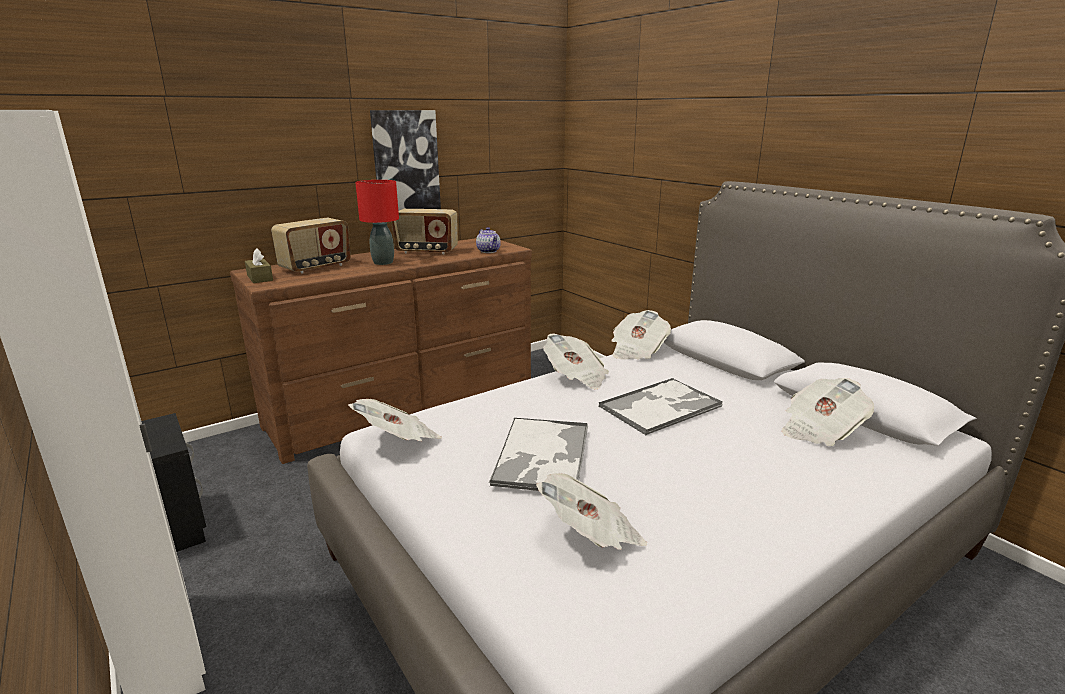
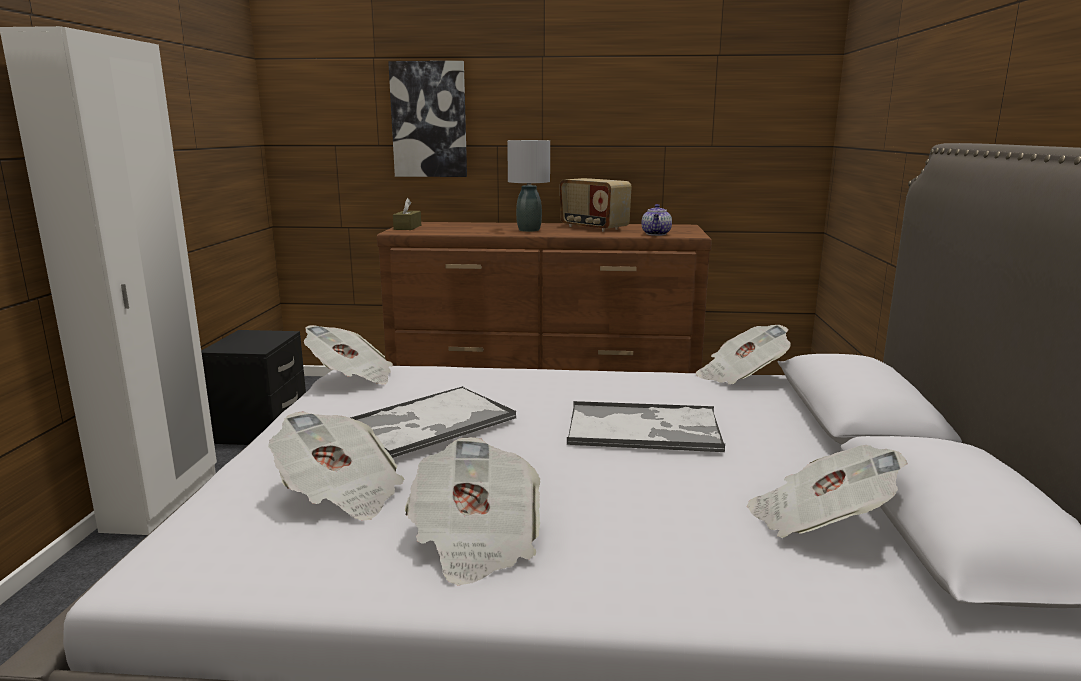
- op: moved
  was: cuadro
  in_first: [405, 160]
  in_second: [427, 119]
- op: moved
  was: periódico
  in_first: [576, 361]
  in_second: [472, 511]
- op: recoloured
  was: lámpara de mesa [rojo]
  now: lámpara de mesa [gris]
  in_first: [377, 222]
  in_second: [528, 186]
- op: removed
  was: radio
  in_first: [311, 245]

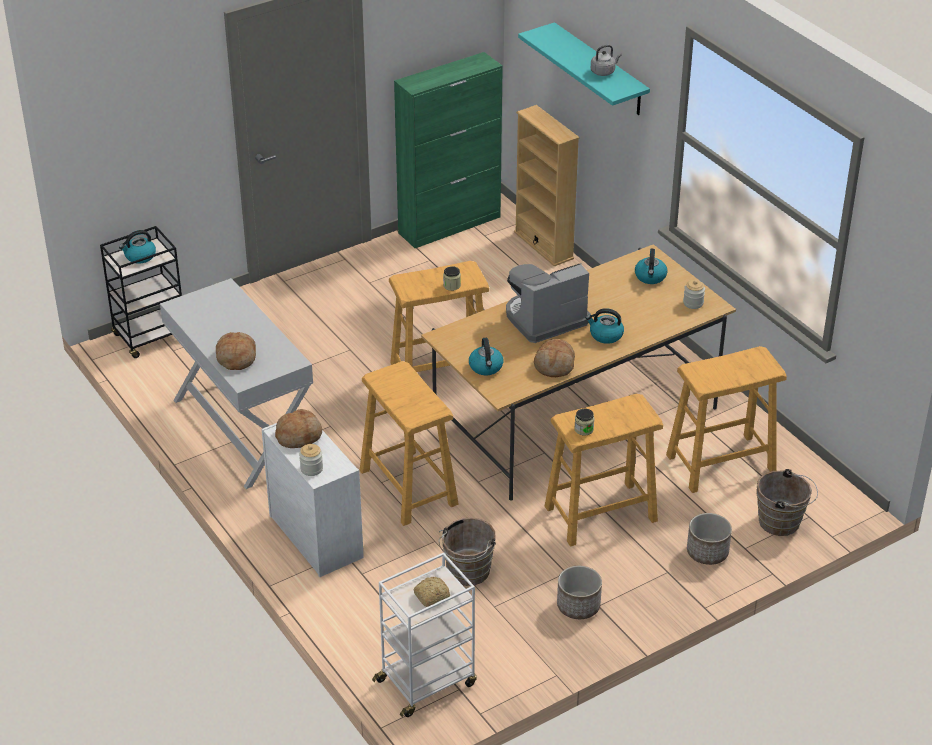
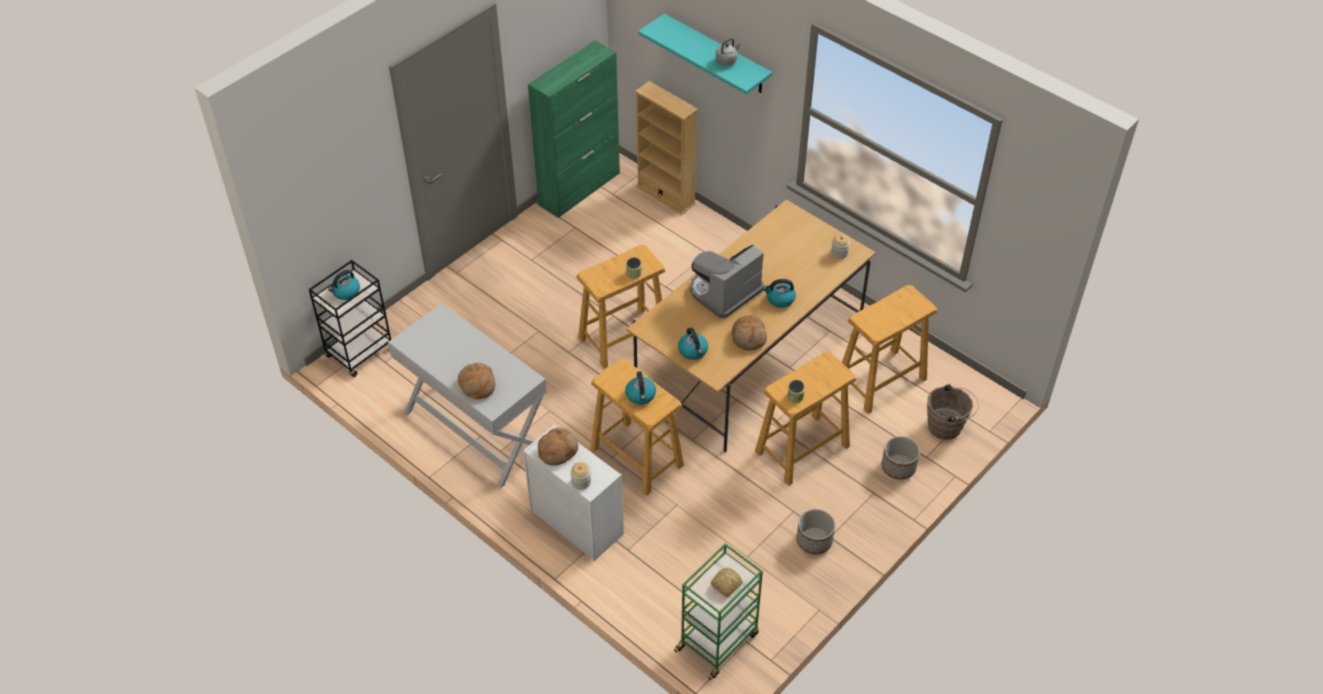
- op: moved
  was: hervidor
  in_first: [651, 266]
  in_second: [640, 388]
- op: recoloured
  was: carrito [blanco]
  now: carrito [verde]
  in_first: [424, 635]
  in_second: [718, 611]
- op: removed
  was: cubo [marrón]
  in_first: [467, 551]

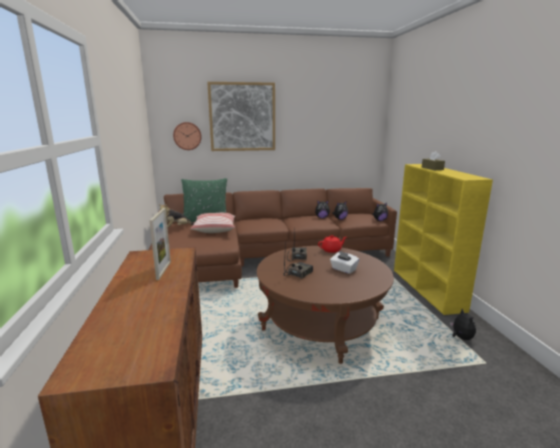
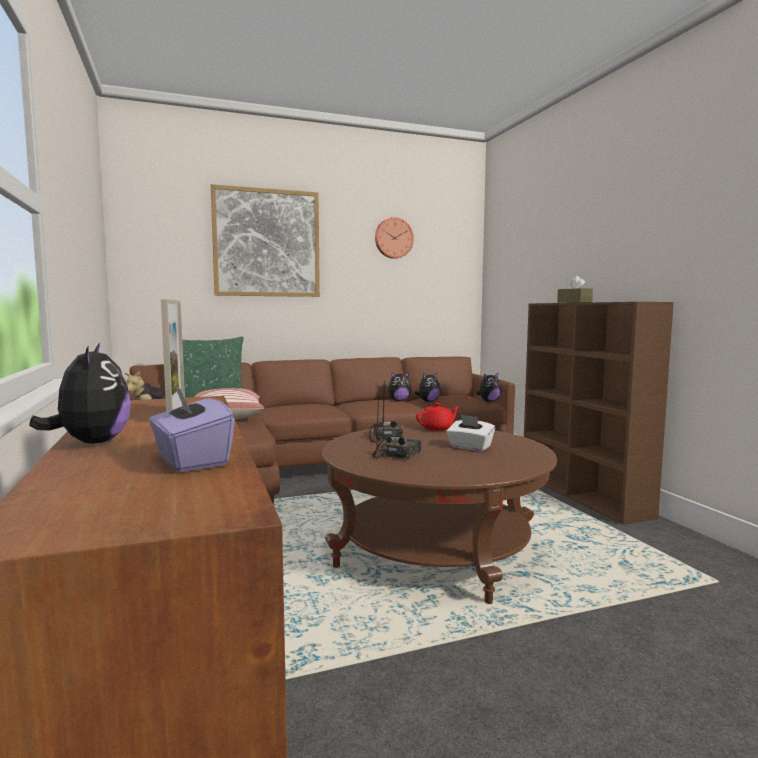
- op: moved
  was: peluche
  in_first: [463, 324]
  in_second: [80, 393]
- op: added
  now: caja de pañuelos [morado]
  in_second: [192, 427]
- op: moved
  was: reloj de pared
  in_first: [187, 136]
  in_second: [394, 238]
- op: recoloured
  was: estantería [amarillo]
  now: estantería [marrón]
  in_first: [443, 239]
  in_second: [599, 413]

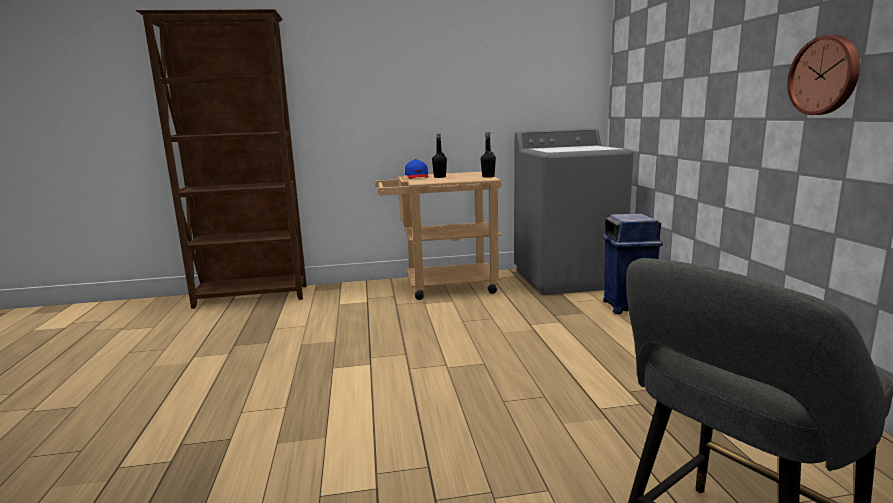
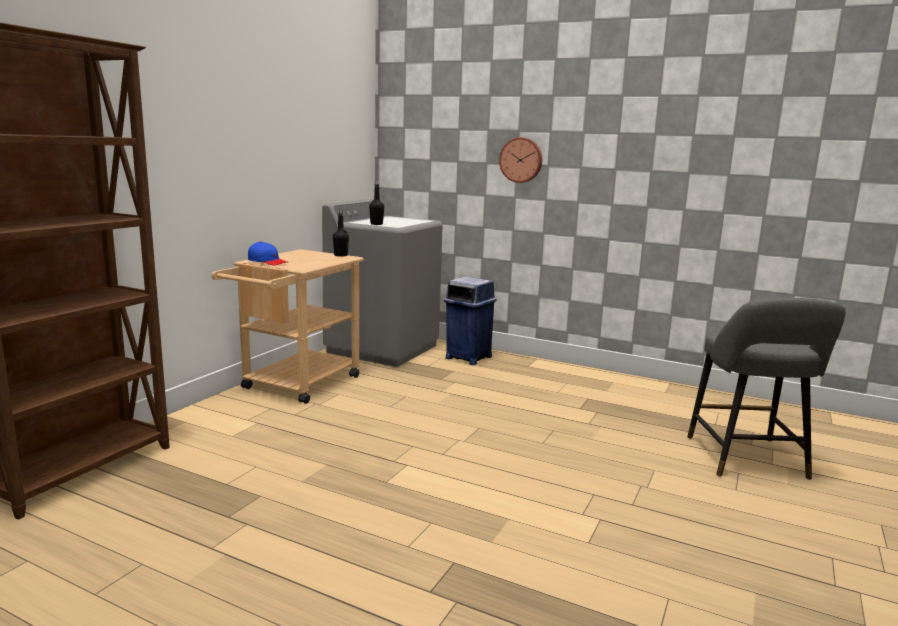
- op: moved
  was: botella [negro]
  in_first: [439, 156]
  in_second: [376, 202]
- op: moved
  was: reloj de pared
  in_first: [824, 75]
  in_second: [520, 160]

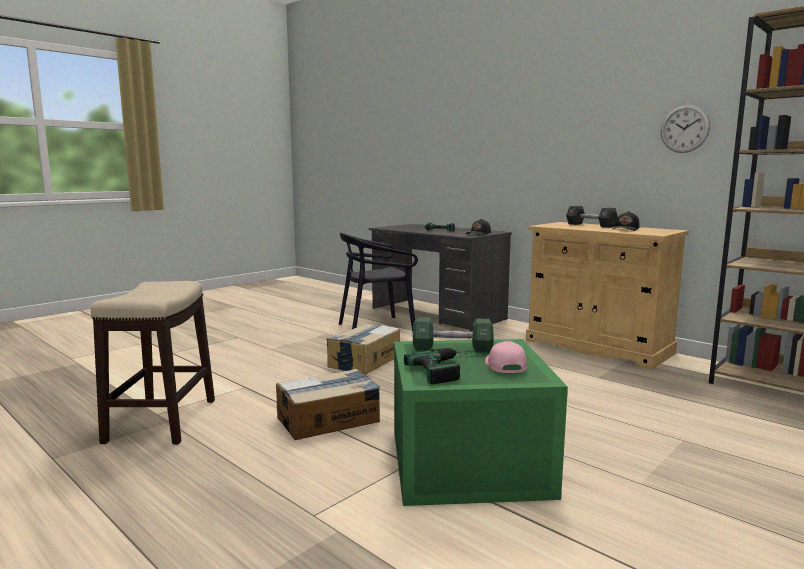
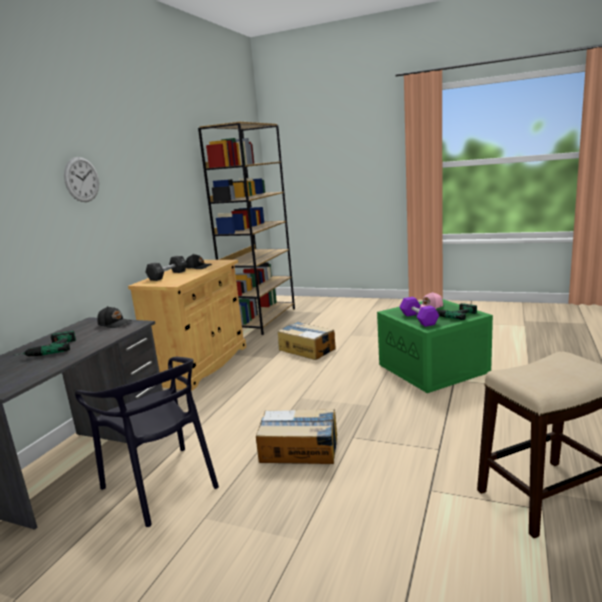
- op: moved
  was: reloj de pared
  in_first: [685, 129]
  in_second: [81, 179]
- op: moved
  was: caja de cartón
  in_first: [328, 404]
  in_second: [307, 341]
- op: recoloured
  was: mancuerna [verde]
  now: mancuerna [morado]
  in_first: [453, 334]
  in_second: [419, 312]

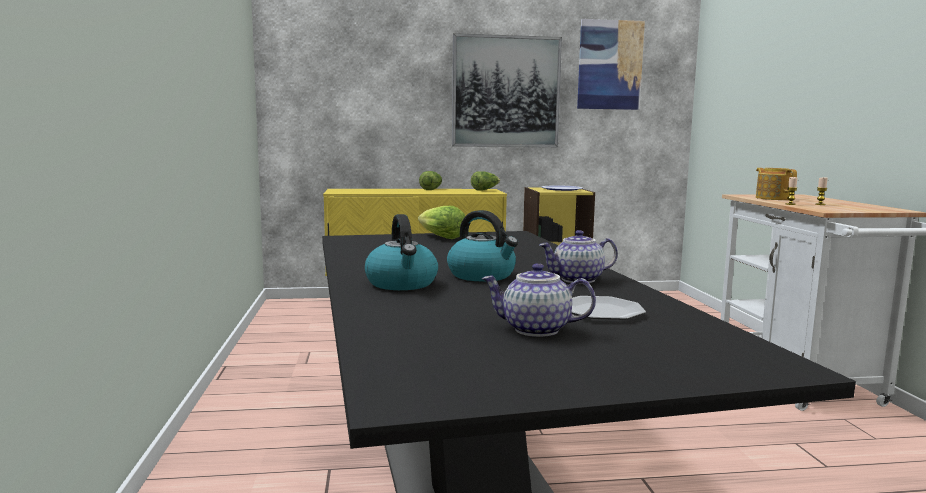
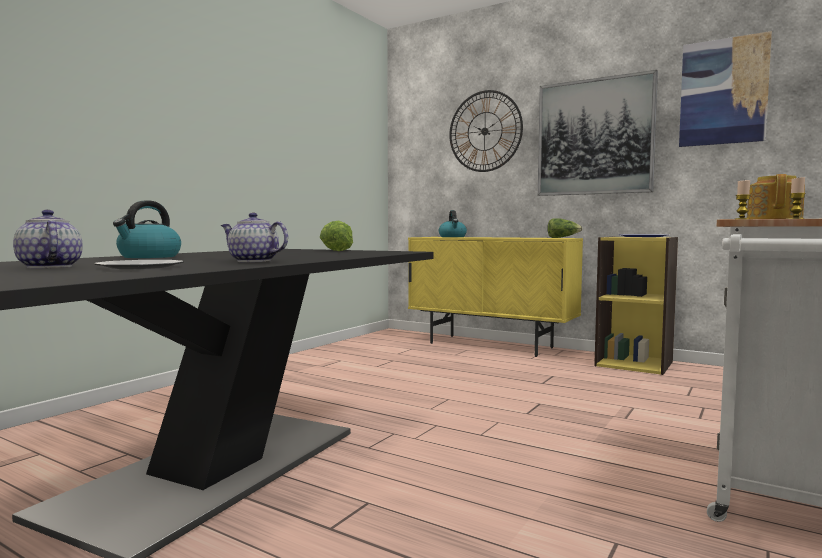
- op: moved
  was: hervidor
  in_first: [482, 246]
  in_second: [453, 223]
- op: added
  now: reloj de pared
  in_second: [486, 131]
- op: removed
  was: lechuga
  in_first: [430, 180]

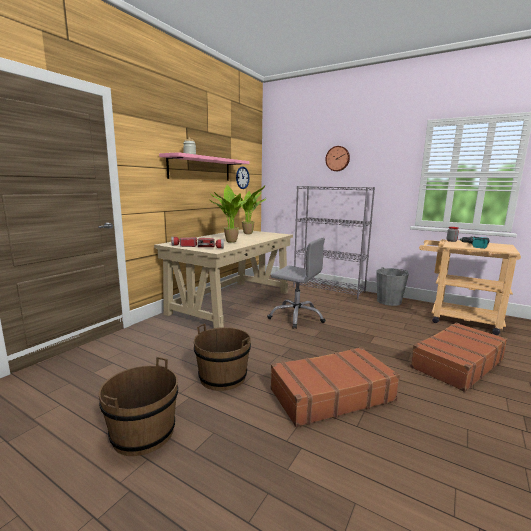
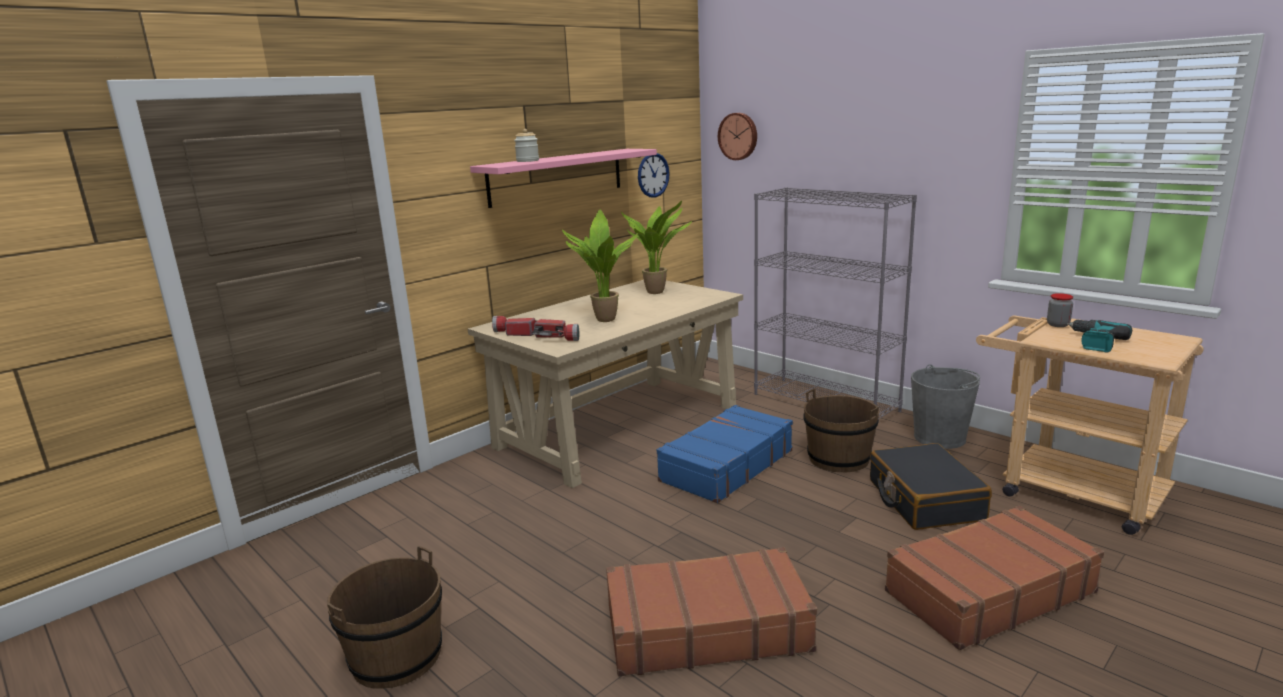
- op: replaced
  was: silla de oficina [gris]
  now: maleta [azul]
  in_first: [296, 283]
  in_second: [725, 454]
- op: moved
  was: reloj de pared
  in_first: [337, 158]
  in_second: [737, 136]
- op: moved
  was: cubo [marrón]
  in_first: [222, 357]
  in_second: [841, 430]
- op: added
  now: maleta [negro]
  in_second: [931, 486]

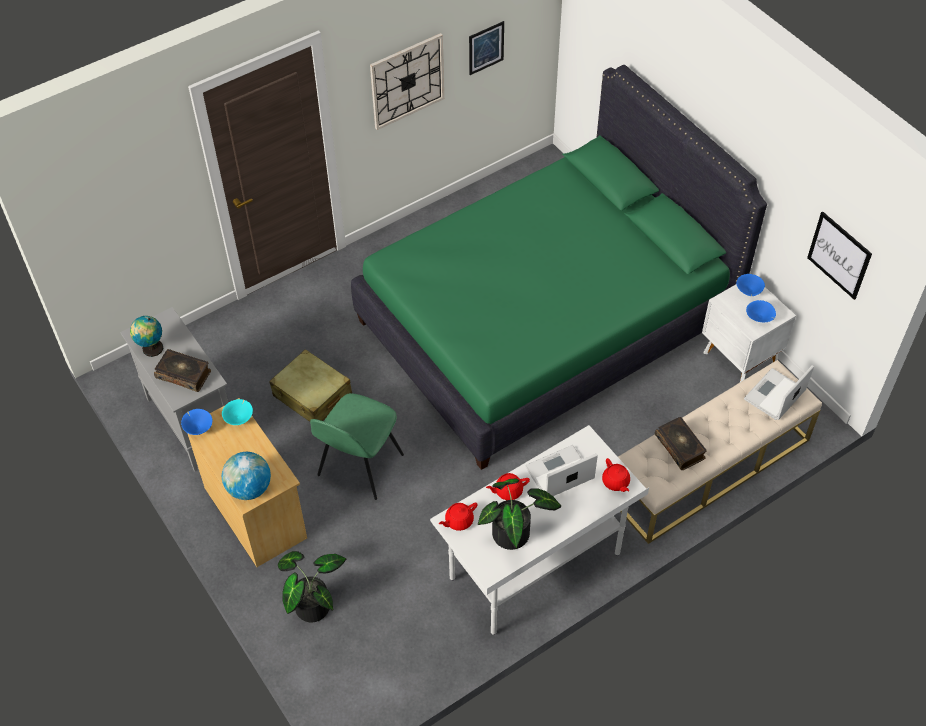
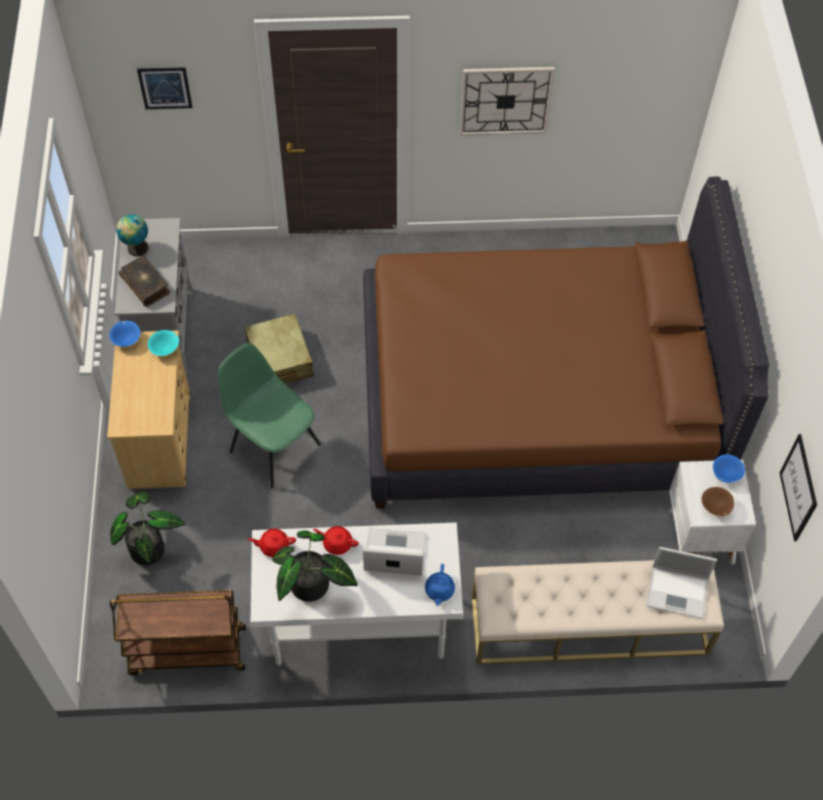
- op: added
  now: carrito [marrón]
  in_second: [178, 633]
- op: moved
  was: cuadro
  in_first: [486, 48]
  in_second: [164, 88]
- op: turned
  was: silla [verde]
  in_first: [357, 446]
  in_second: [269, 415]
  clockwise: 75
- op: recoloured
  was: cama [verde]
  now: cama [marrón]
  in_first: [559, 267]
  in_second: [566, 343]
- op: recoloured
  was: tetera [rojo]
  now: tetera [azul]
  in_first: [616, 475]
  in_second: [440, 585]
- op: turned
  was: portátil
  in_first: [779, 392]
  in_second: [681, 583]
  clockwise: -150
- op: recoloured
  was: cuenco [azul]
  now: cuenco [marrón]
  in_first: [761, 311]
  in_second: [718, 501]
- op: removed
  was: globo terráqueo
  in_first: [246, 476]
- op: removed
  was: libro
  in_first: [681, 443]

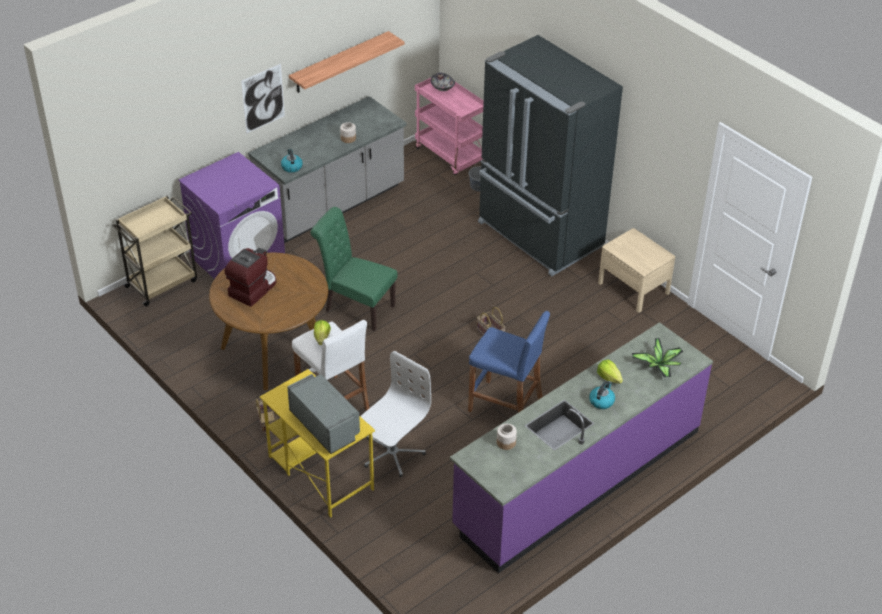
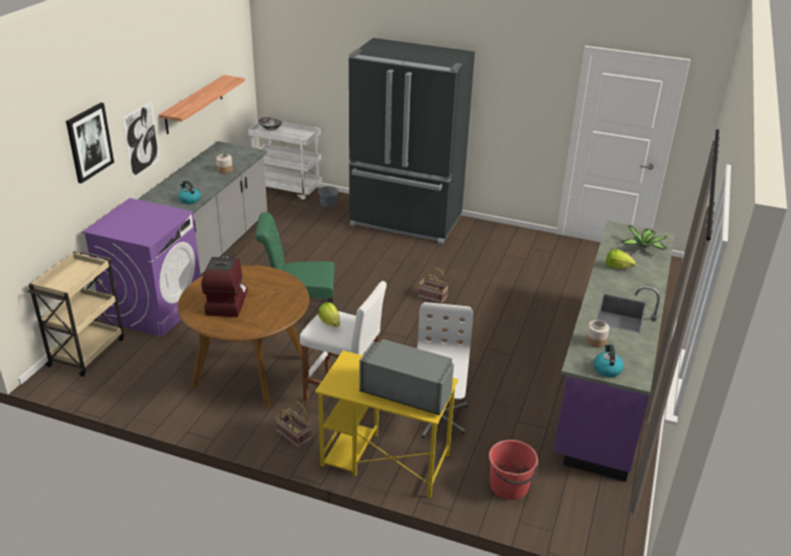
- op: added
  now: cuadro
  in_second: [90, 143]
- op: recoloured
  was: carrito [rosa]
  now: carrito [blanco]
  in_first: [449, 126]
  in_second: [285, 162]
- op: added
  now: cubo [rojo]
  in_second: [514, 470]
- op: moved
  was: hervidor
  in_first: [602, 395]
  in_second: [609, 361]
- op: removed
  was: taburete [azul]
  in_first: [509, 362]
- op: removed
  was: mesita de noche [beis]
  in_first: [636, 270]

